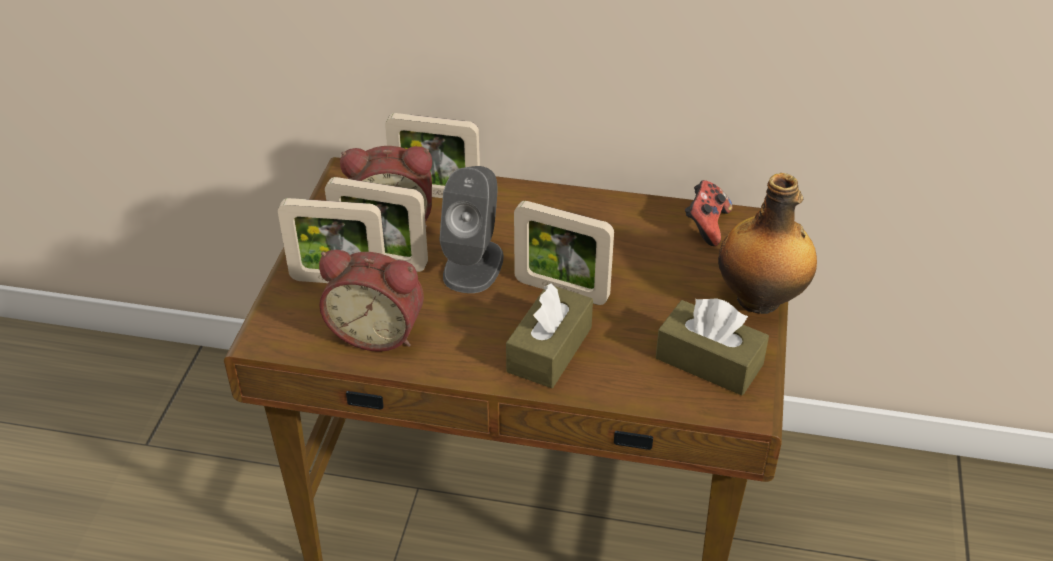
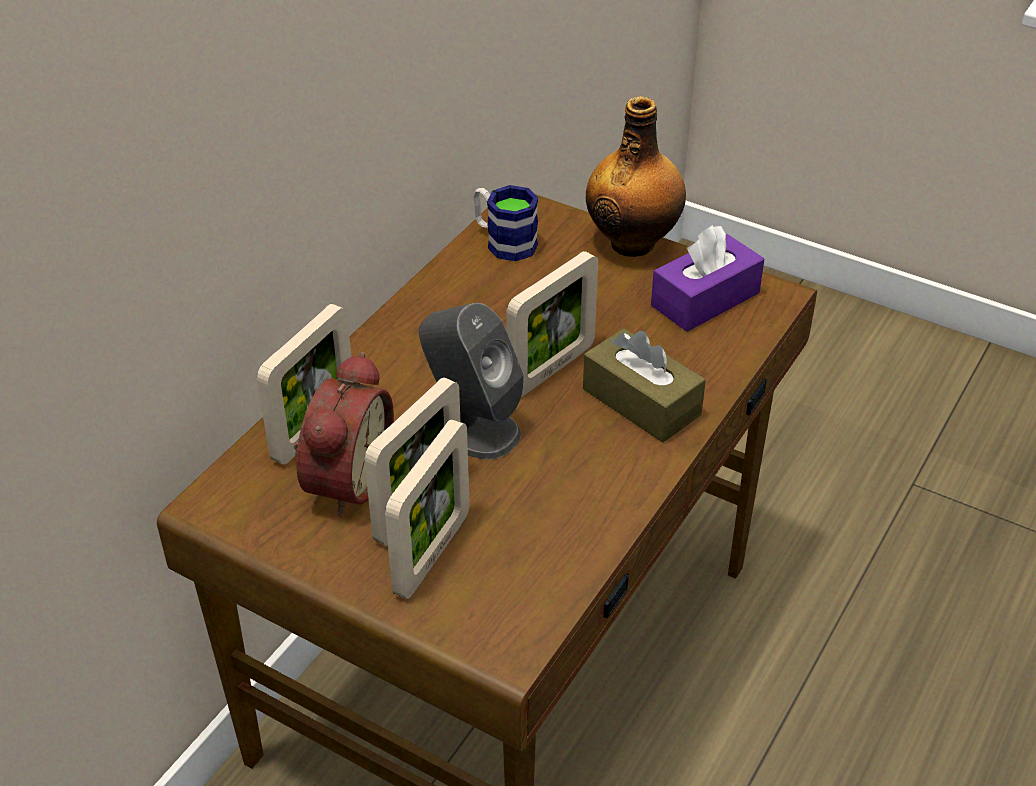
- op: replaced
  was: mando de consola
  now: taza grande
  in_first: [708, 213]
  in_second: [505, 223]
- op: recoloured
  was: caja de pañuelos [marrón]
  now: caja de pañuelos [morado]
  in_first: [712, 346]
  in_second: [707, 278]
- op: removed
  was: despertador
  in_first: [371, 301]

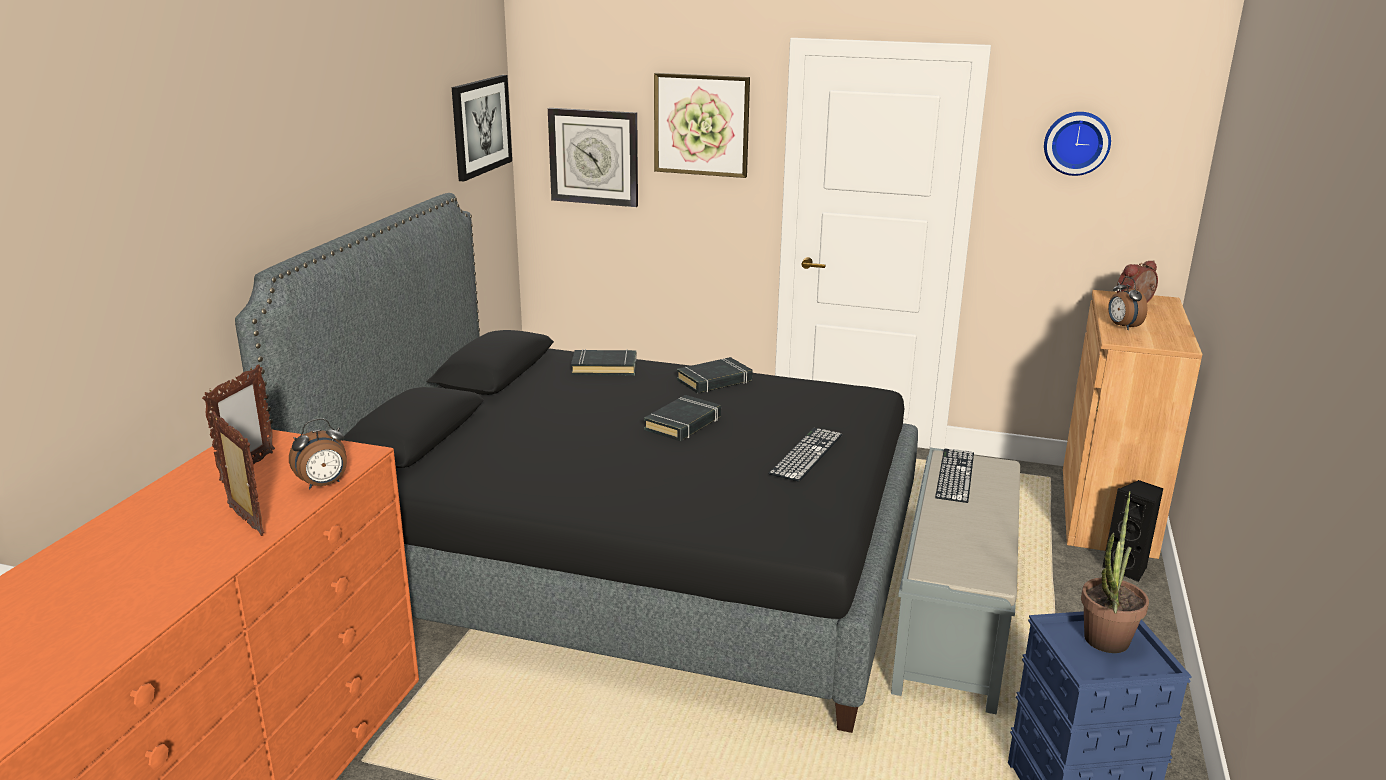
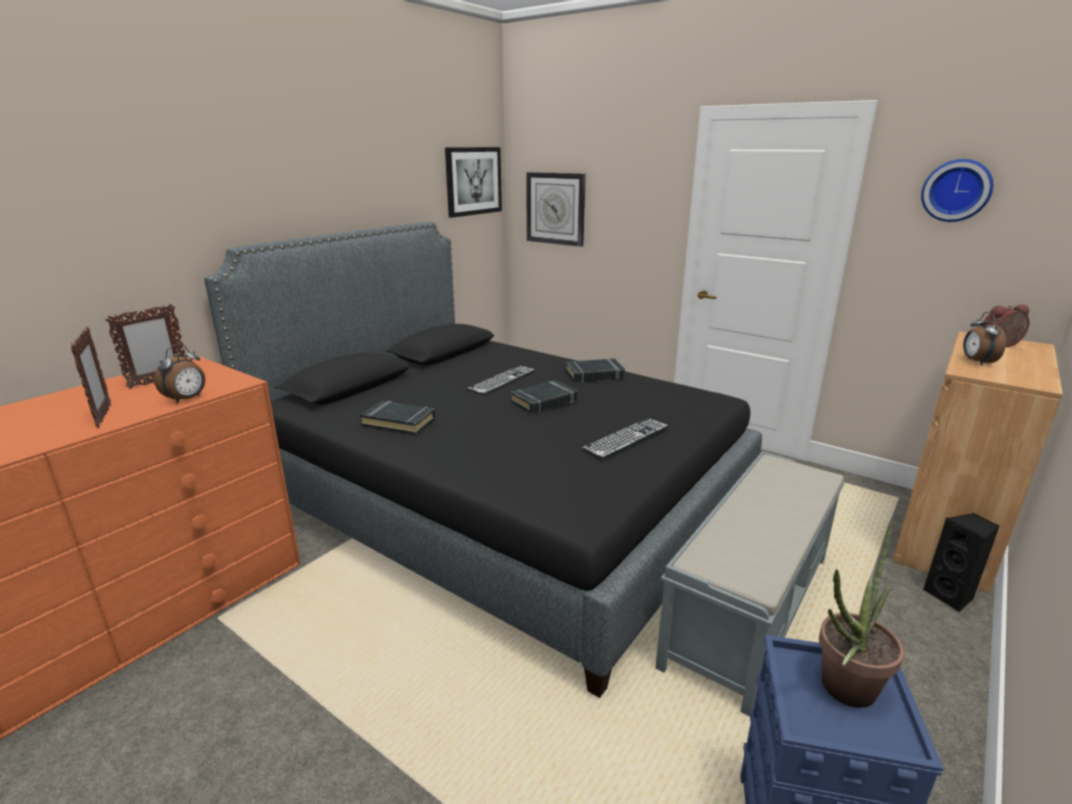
- op: turned
  was: despertador
  in_first: [318, 454]
  in_second: [179, 373]
  clockwise: -45
- op: moved
  was: libro [negro]
  in_first: [604, 362]
  in_second: [397, 418]
- op: moved
  was: teclado
  in_first: [954, 475]
  in_second: [501, 380]
- op: removed
  was: cuadro
  in_first: [702, 125]

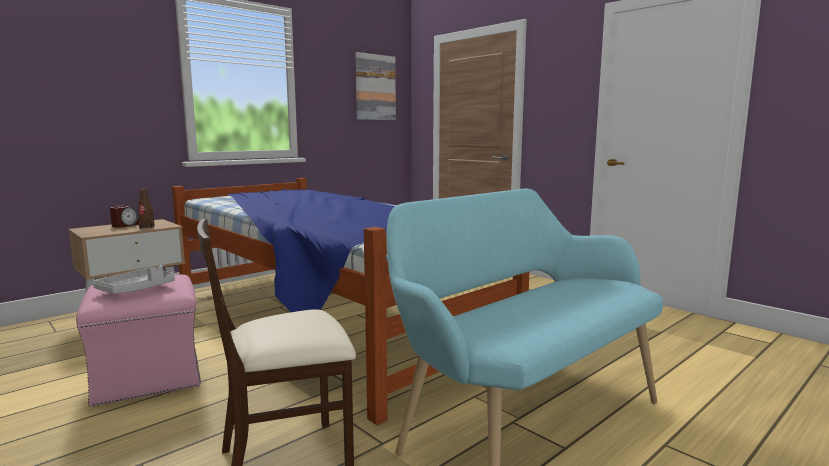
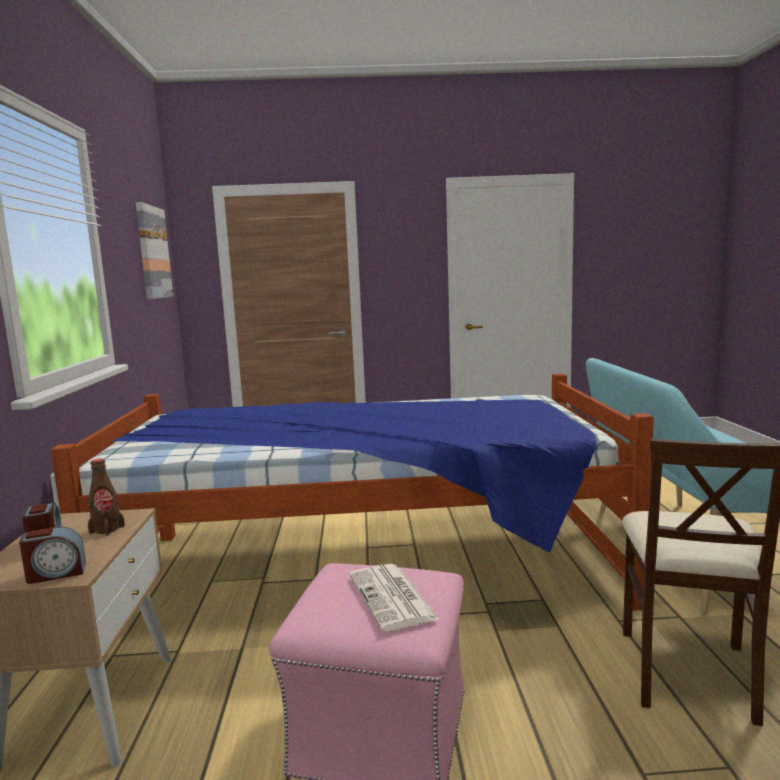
- op: added
  now: despertador
  in_second: [52, 555]
- op: replaced
  was: bandeja [gris]
  now: periódico
  in_first: [134, 279]
  in_second: [394, 598]

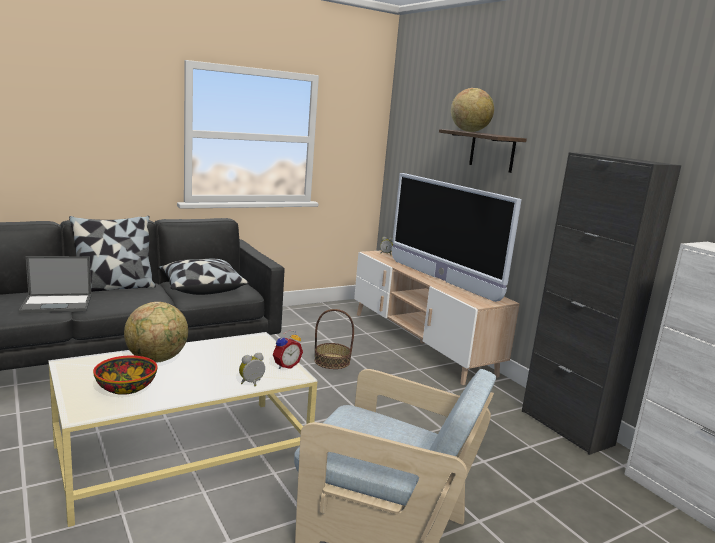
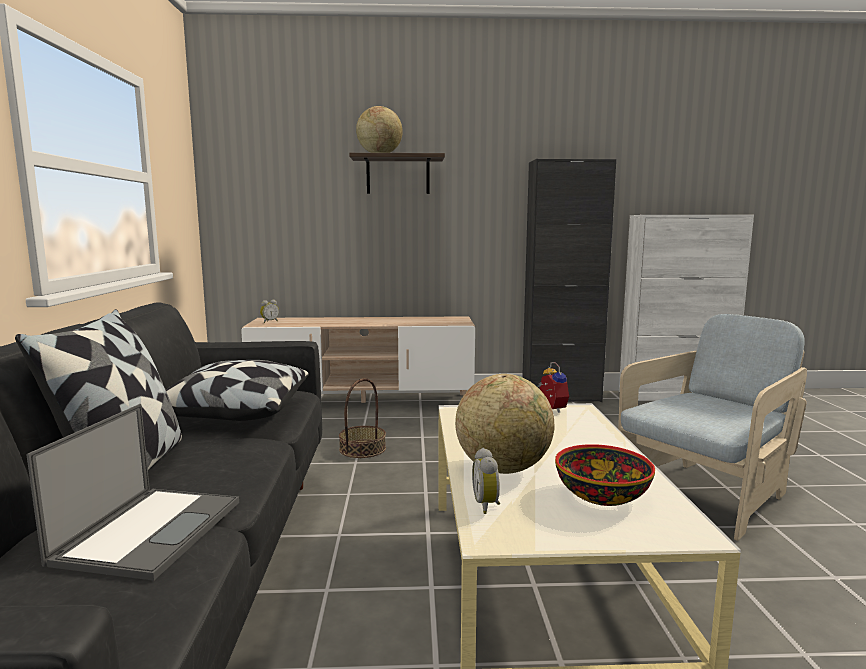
- op: moved
  was: despertador
  in_first: [252, 369]
  in_second: [486, 481]
- op: removed
  was: televisor
  in_first: [457, 237]

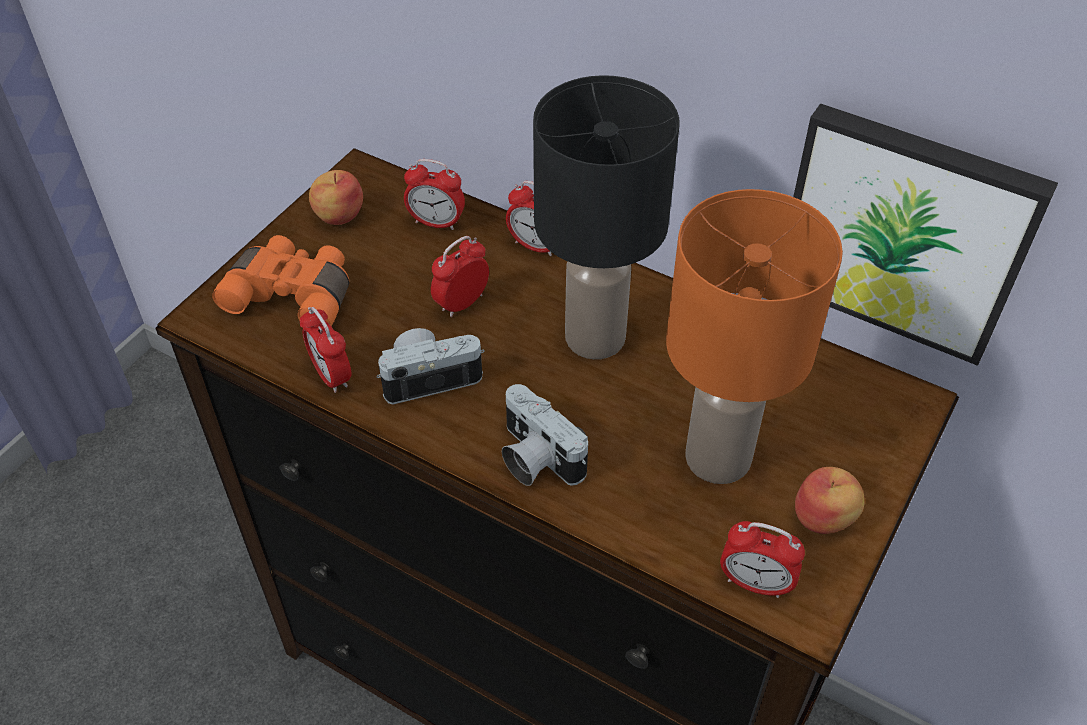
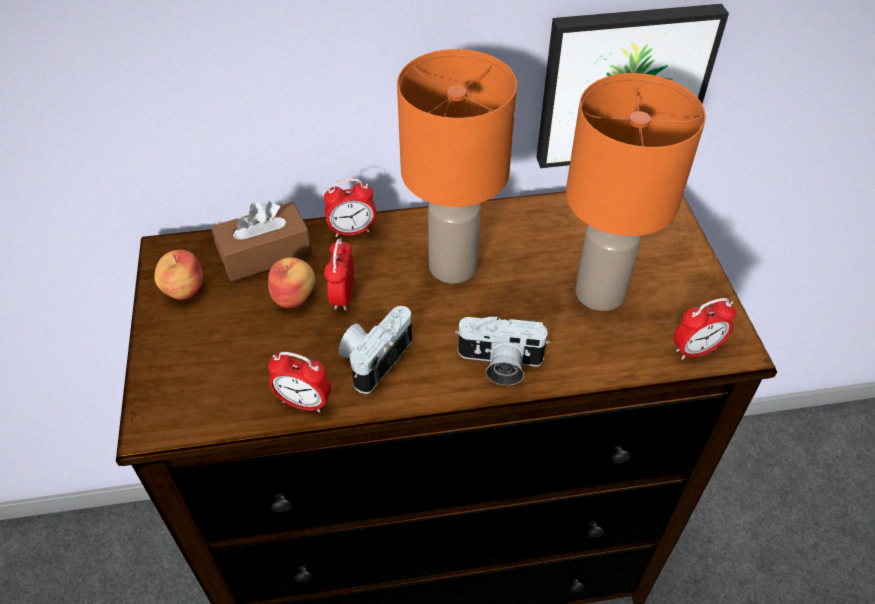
- op: replaced
  was: despertador
  now: caja de pañuelos [marrón]
  in_first: [434, 194]
  in_second: [261, 241]
- op: moved
  was: manzana
  in_first: [830, 500]
  in_second: [291, 282]
- op: recoloured
  was: lámpara de mesa [negro]
  now: lámpara de mesa [naranja]
  in_first: [606, 217]
  in_second: [457, 166]
- op: removed
  was: prismáticos [naranja]
  in_first: [280, 280]

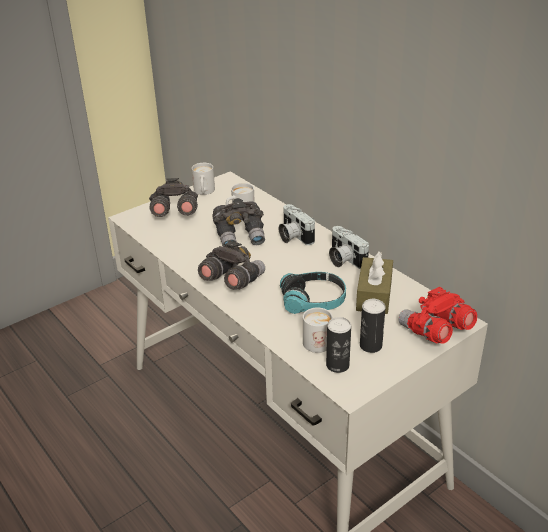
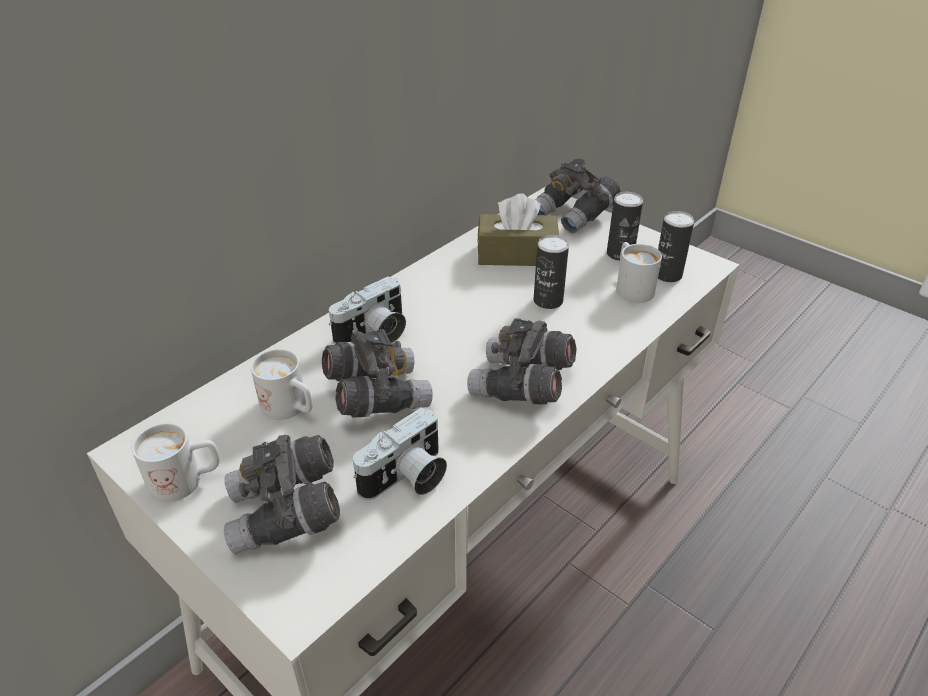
- op: moved
  was: cámara
  in_first: [349, 247]
  in_second: [400, 453]
- op: replaced
  was: auriculares
  now: lata
  in_first: [313, 293]
  in_second: [551, 272]
- op: recoloured
  was: prismáticos [rojo]
  now: prismáticos [gris]
  in_first: [438, 315]
  in_second: [577, 196]

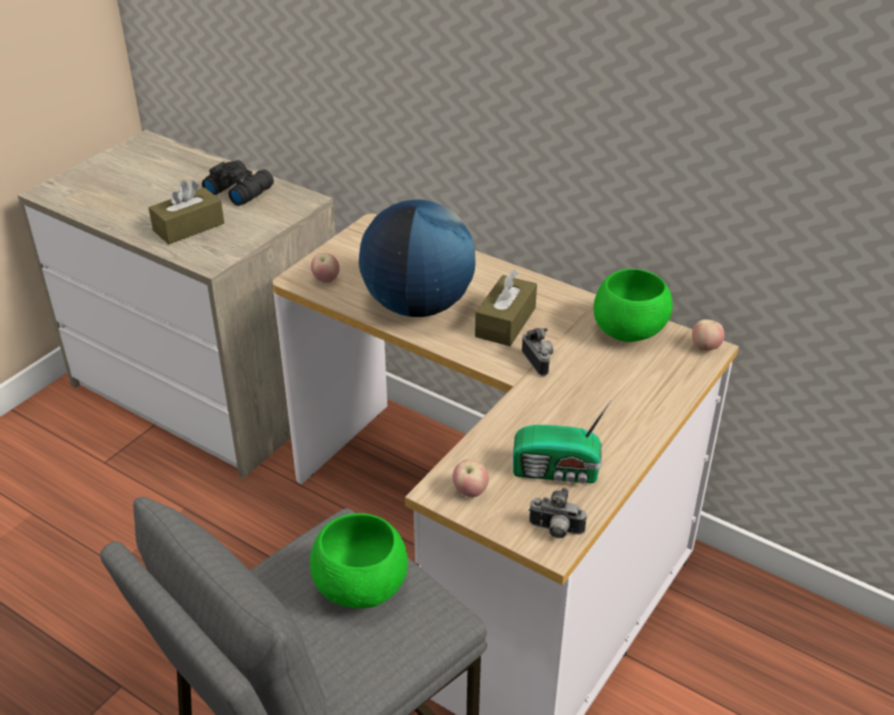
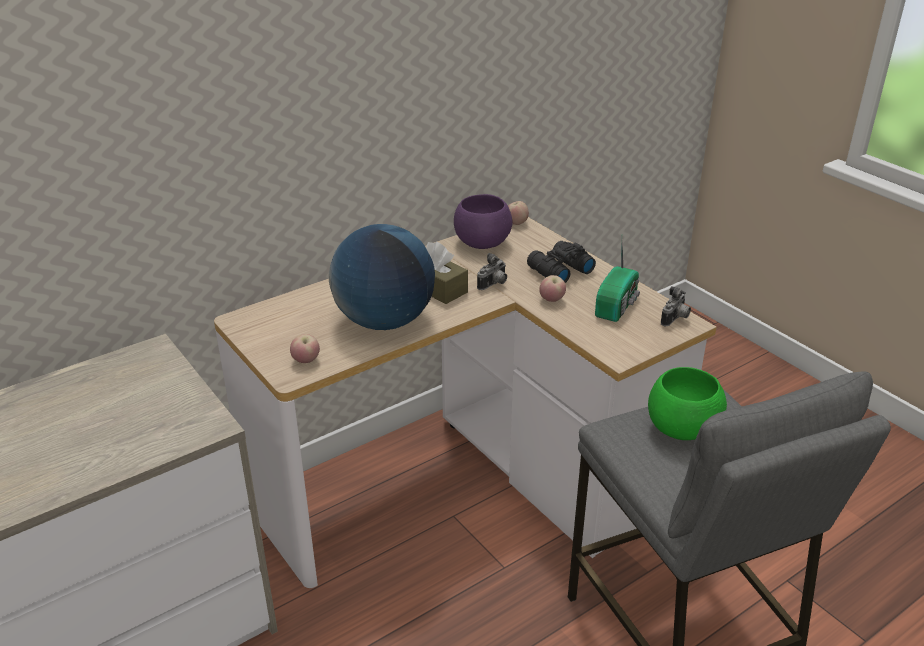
- op: recoloured
  was: cuenco [verde]
  now: cuenco [morado]
  in_first: [633, 305]
  in_second: [483, 221]
- op: turned
  was: cámara
  in_first: [537, 352]
  in_second: [492, 271]
  clockwise: 135
- op: moved
  was: prismáticos [negro]
  in_first: [238, 183]
  in_second: [561, 262]
- op: moved
  was: manzana
  in_first: [471, 478]
  in_second: [552, 288]
- op: removed
  was: caja de pañuelos [marrón]
  in_first: [186, 212]

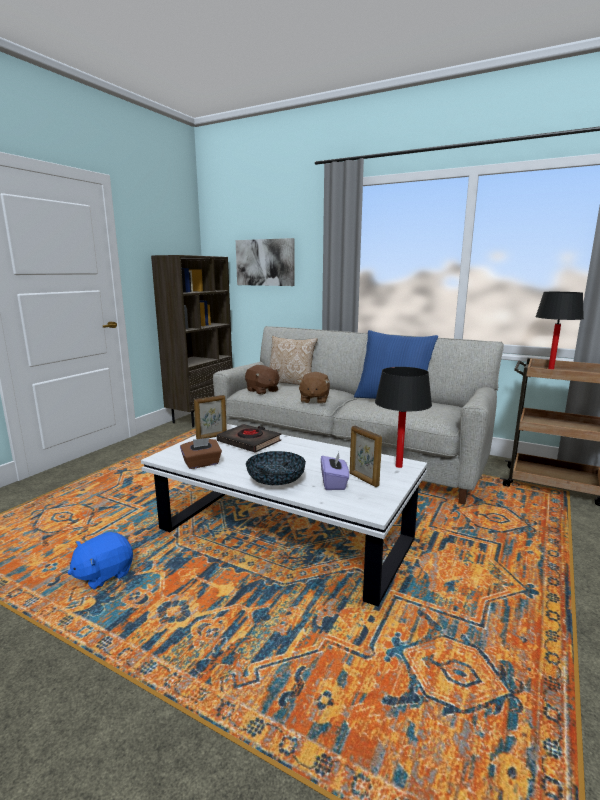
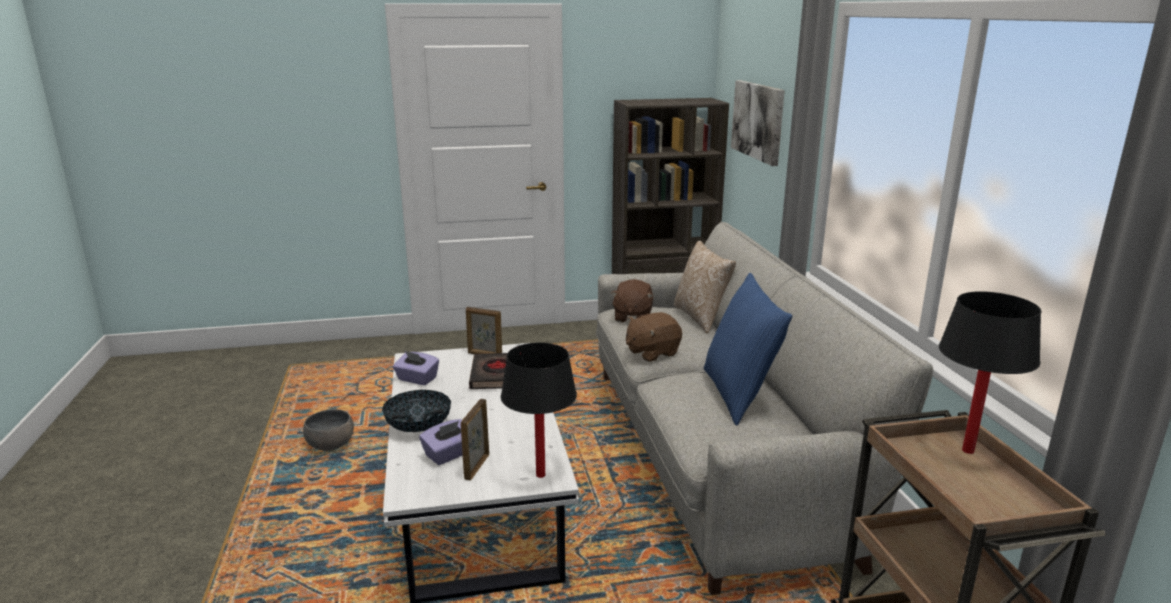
- op: replaced
  was: peluche [azul]
  now: cuenco [gris]
  in_first: [100, 561]
  in_second: [328, 430]
- op: recoloured
  was: caja de pañuelos [marrón]
  now: caja de pañuelos [morado]
  in_first: [201, 453]
  in_second: [416, 368]

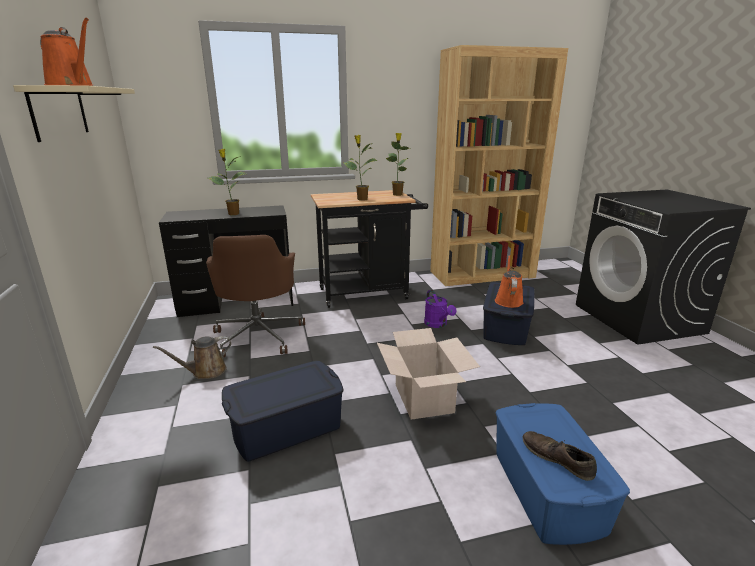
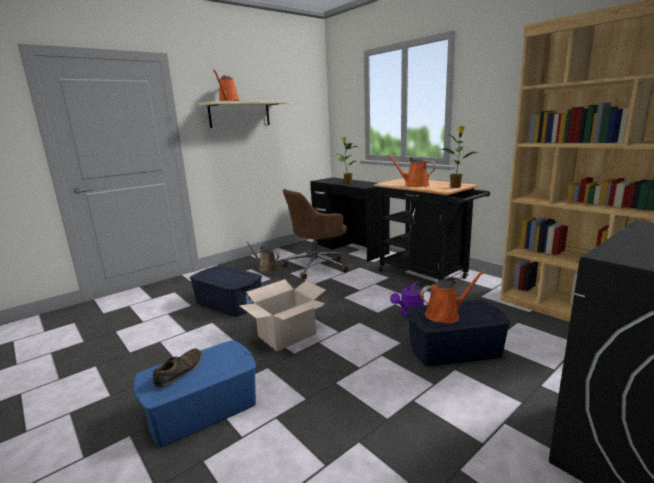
- op: replaced
  was: planta en maceta
  now: regadera [naranja]
  in_first: [360, 168]
  in_second: [412, 171]

